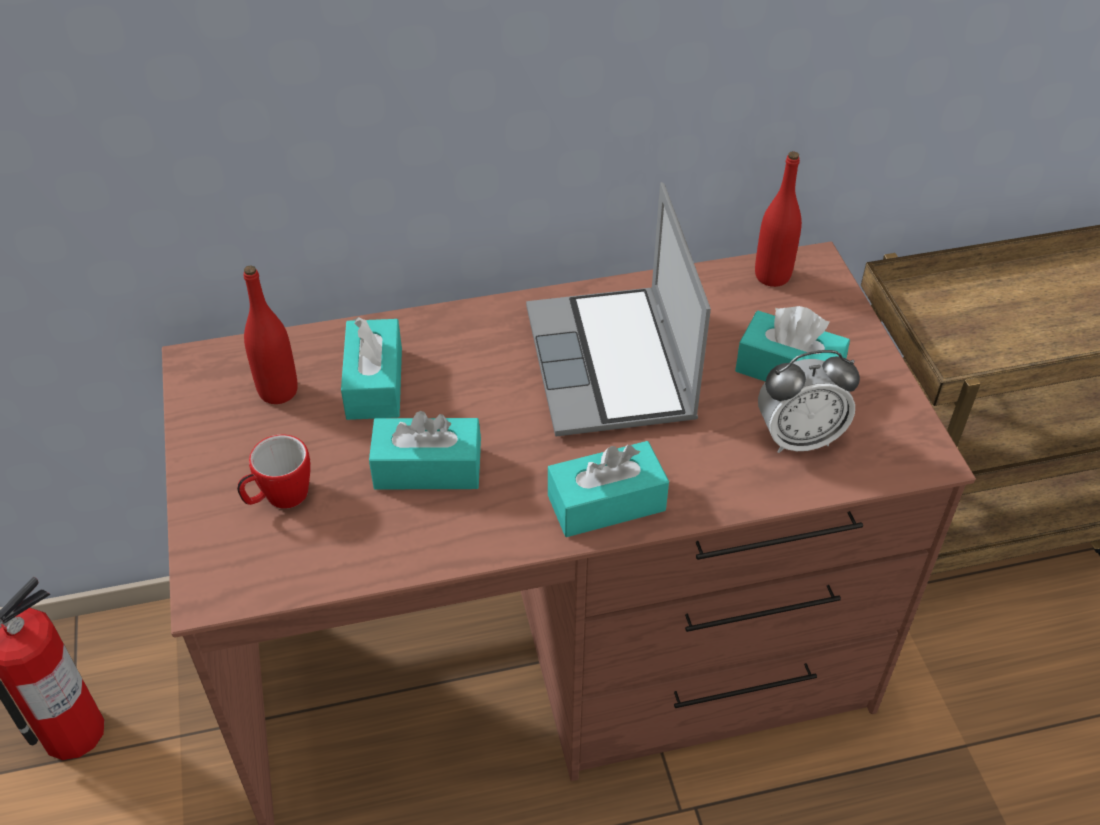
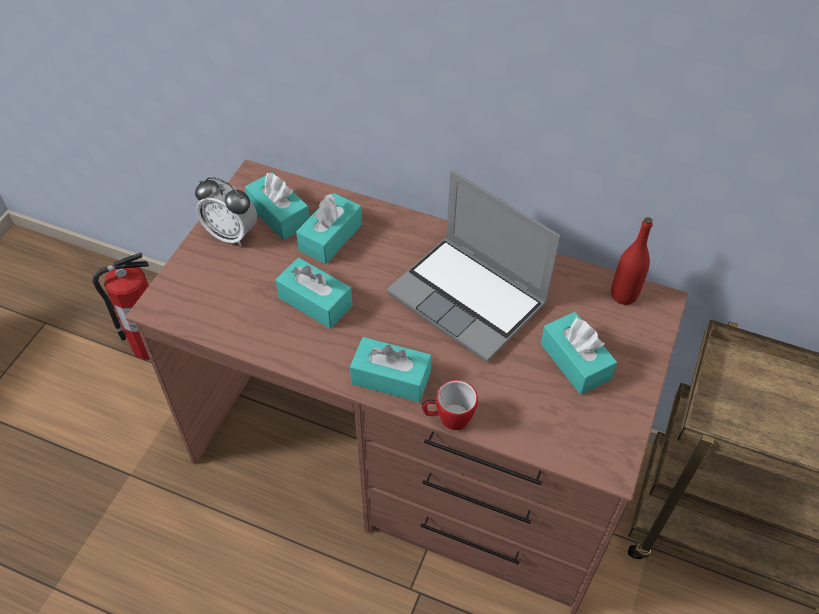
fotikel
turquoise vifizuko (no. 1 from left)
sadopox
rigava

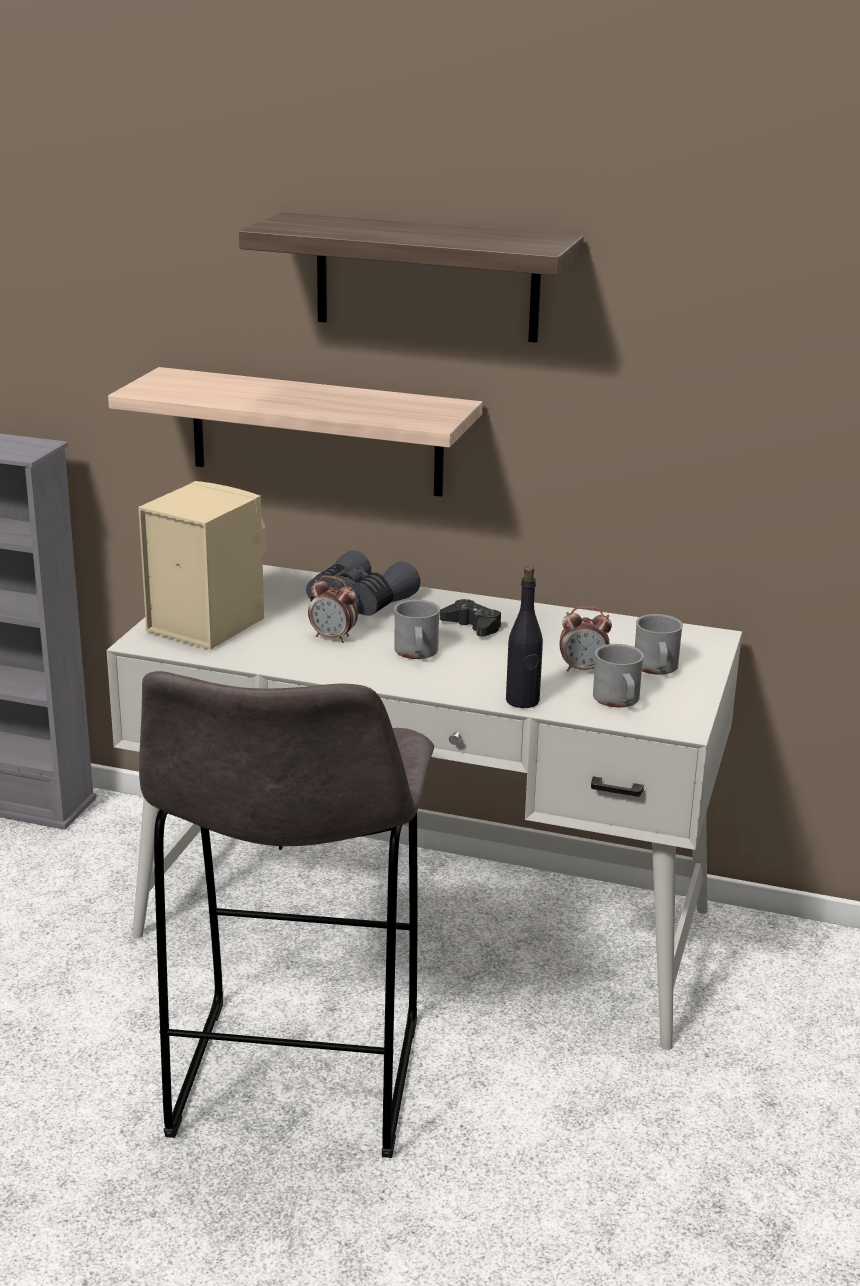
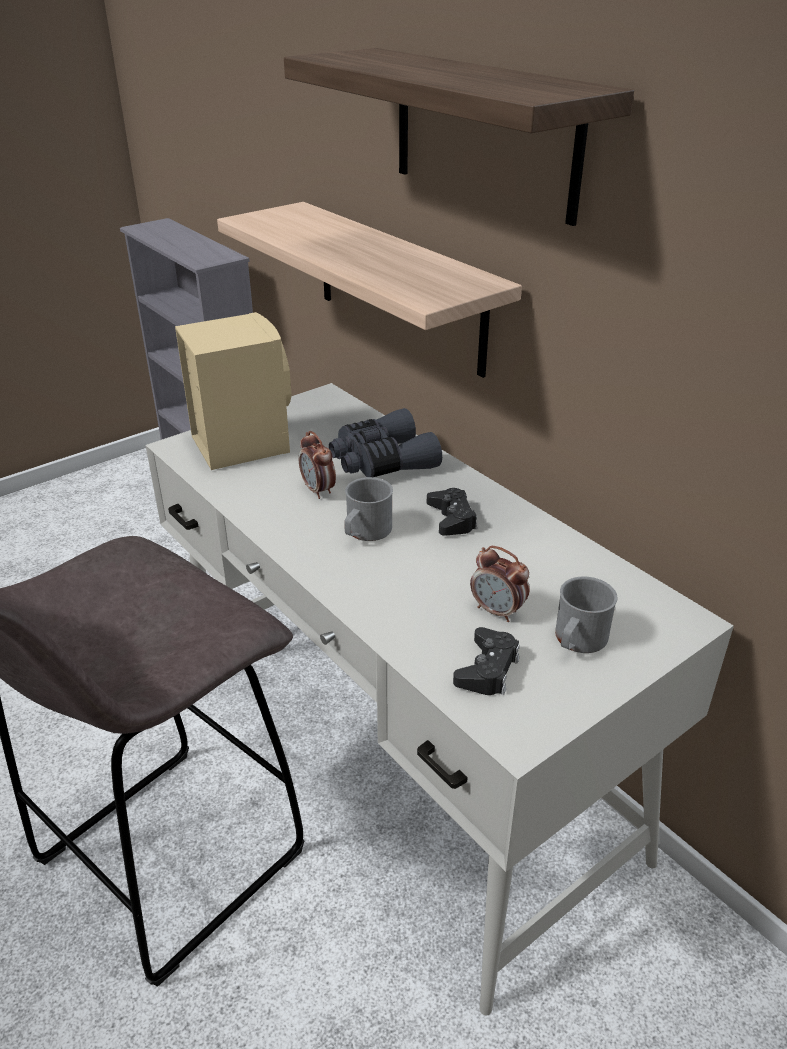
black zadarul (no. 2 from left)
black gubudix

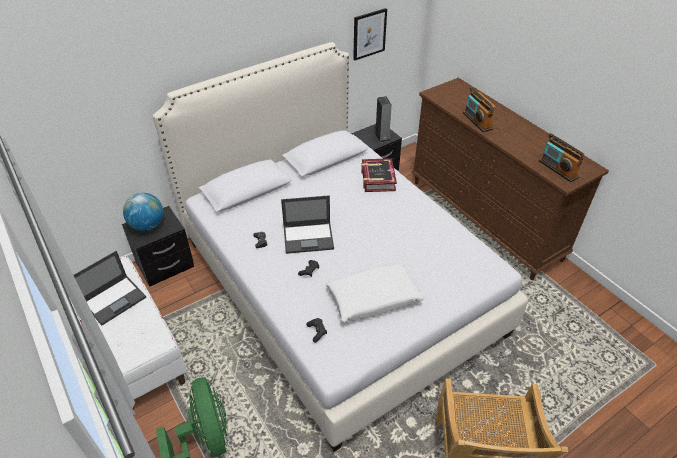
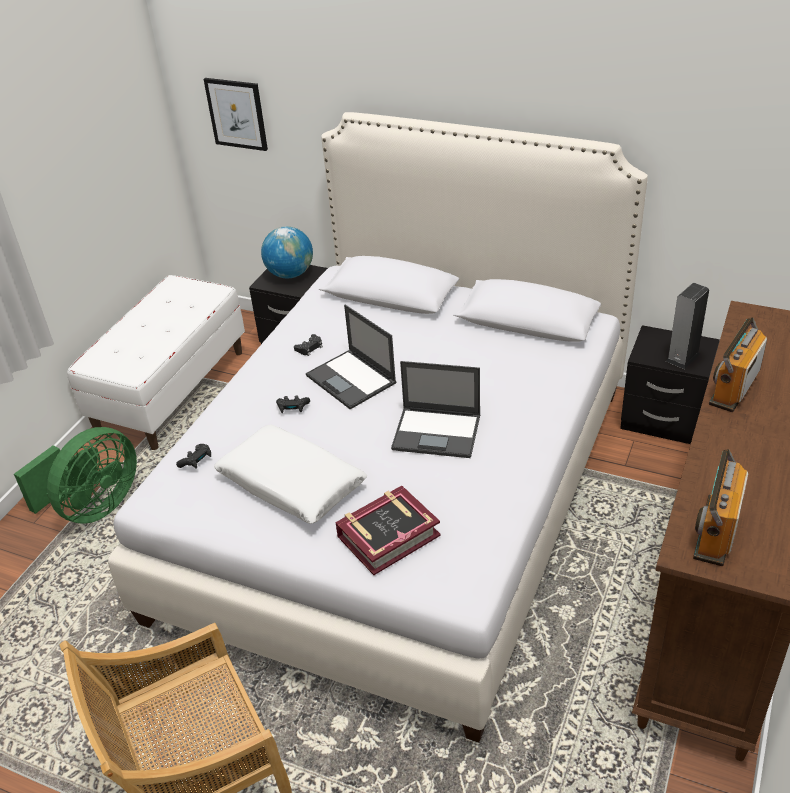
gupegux
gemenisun
sadopox (no. 2 from left)

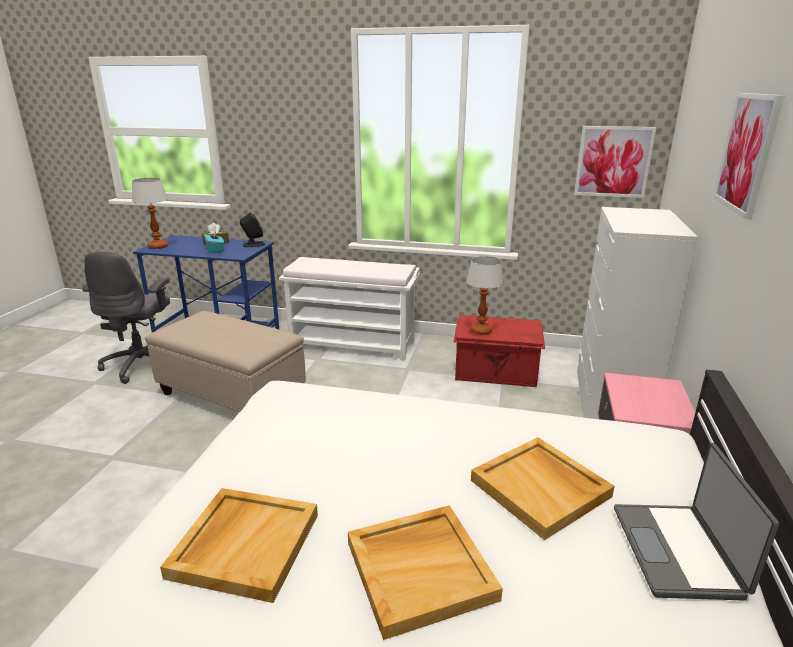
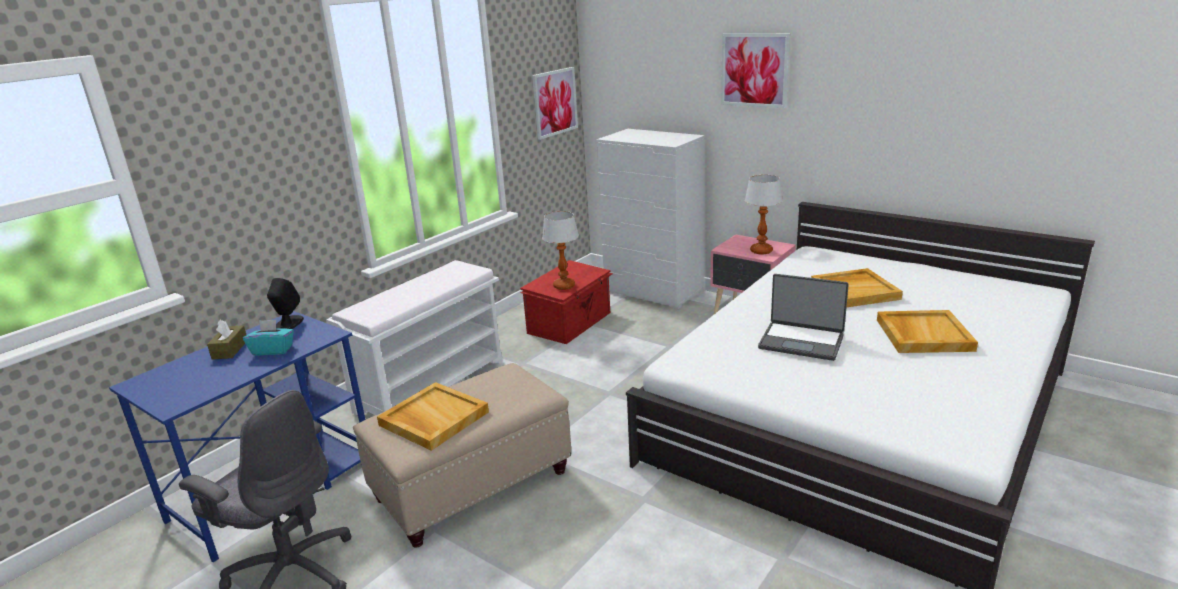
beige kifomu (no. 1 from left)
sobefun (no. 2 from left)
sadopox

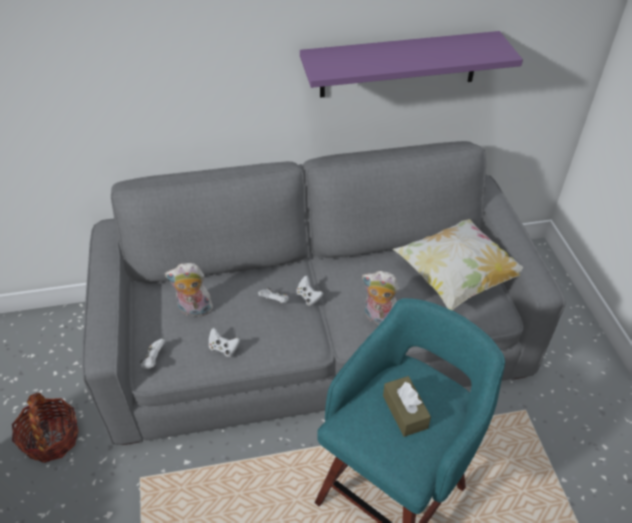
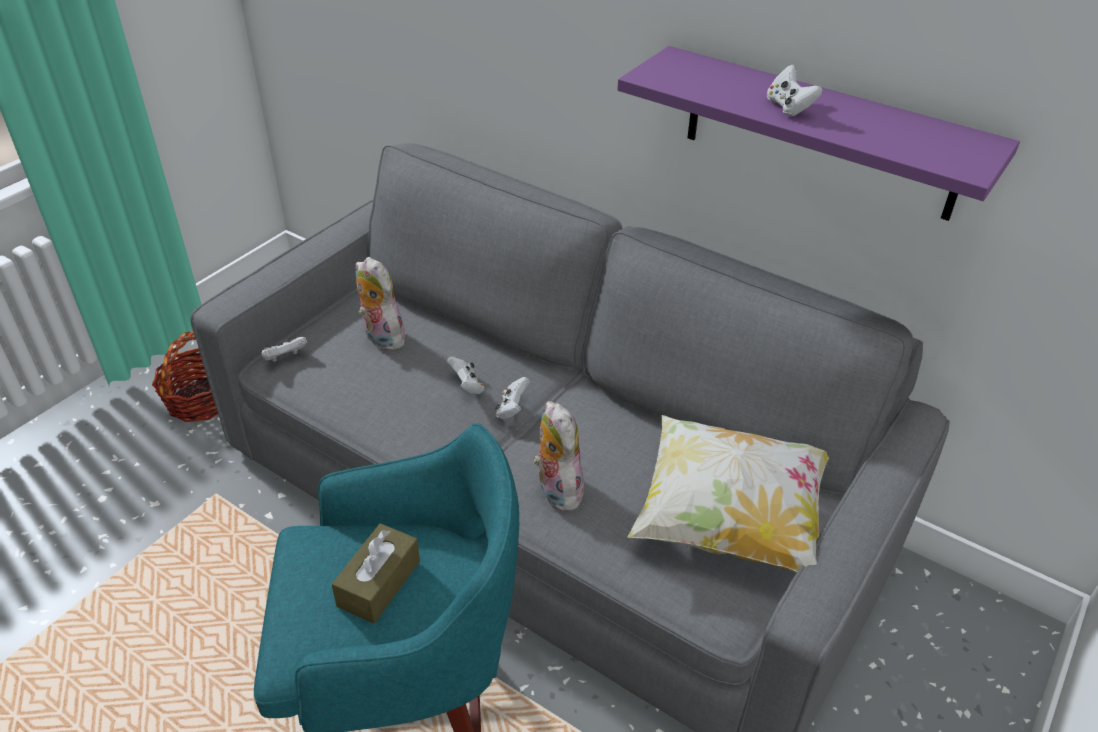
white zadarul (no. 4 from left)

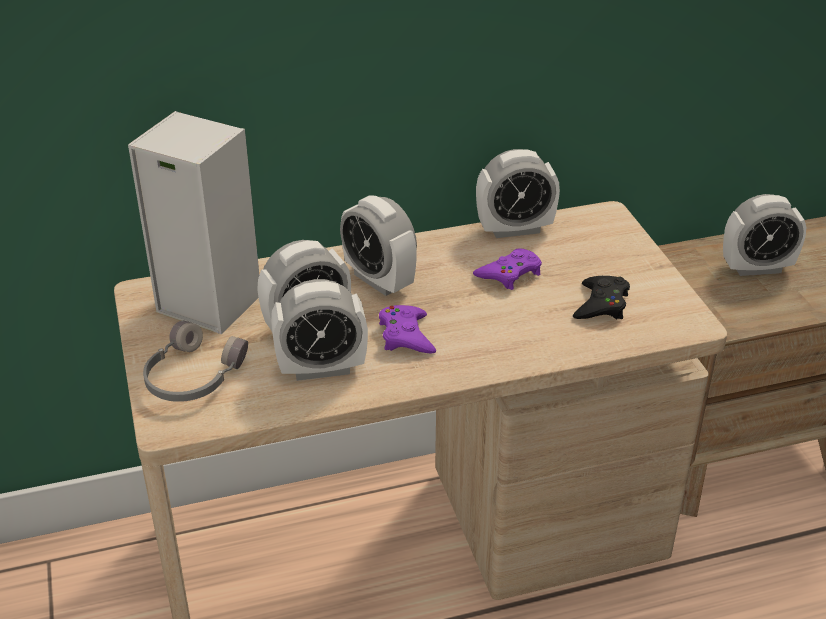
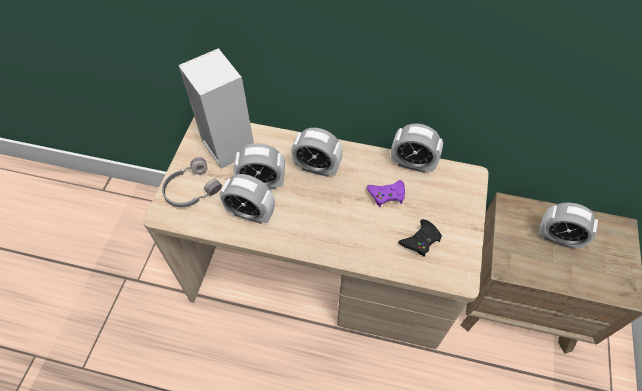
fotikel (no. 3 from left)
purple zadarul (no. 1 from left in the first image)

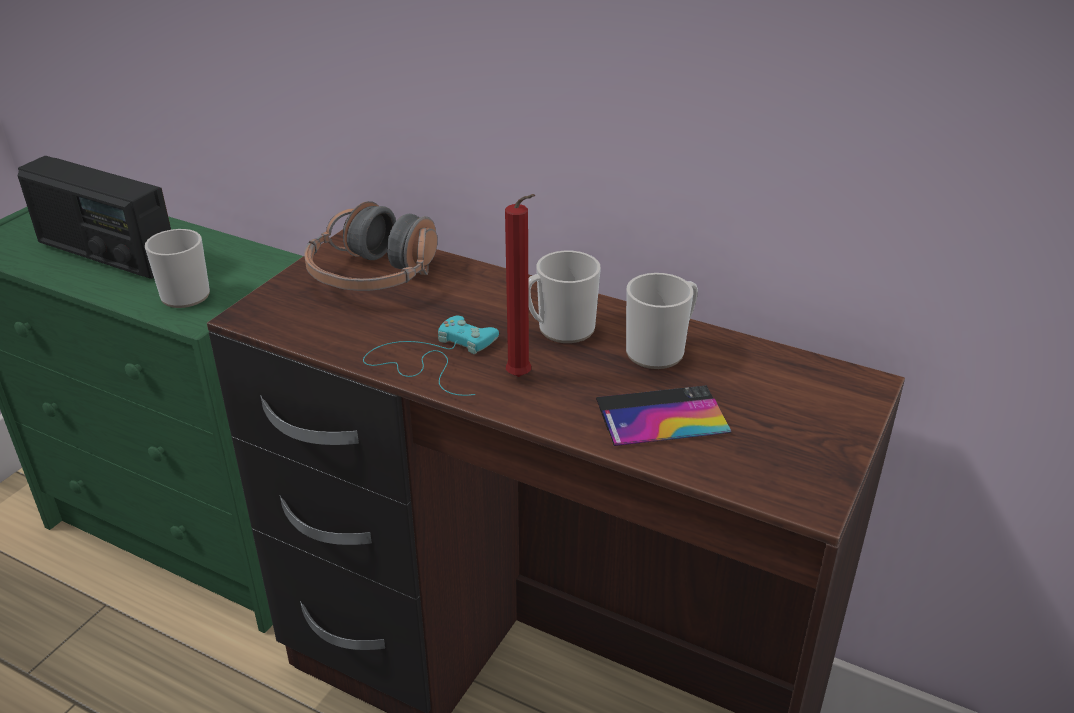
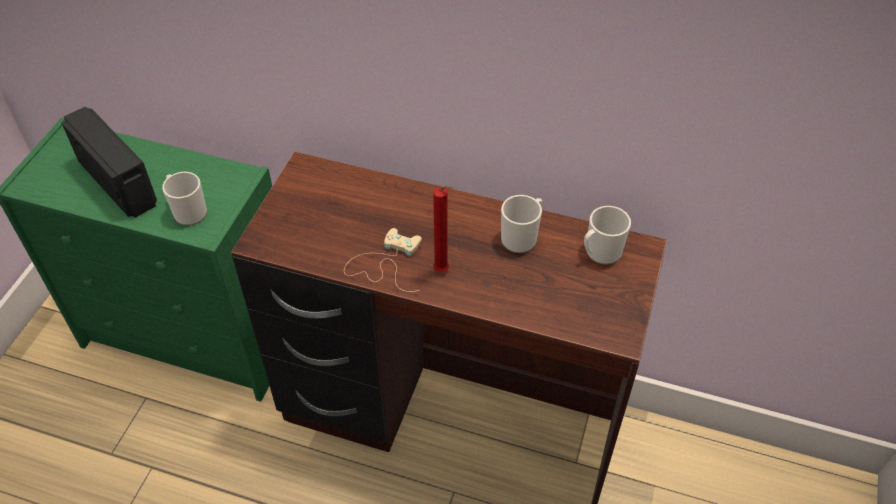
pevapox
beige zadarul
rigava (no. 3 from left)
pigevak
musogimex

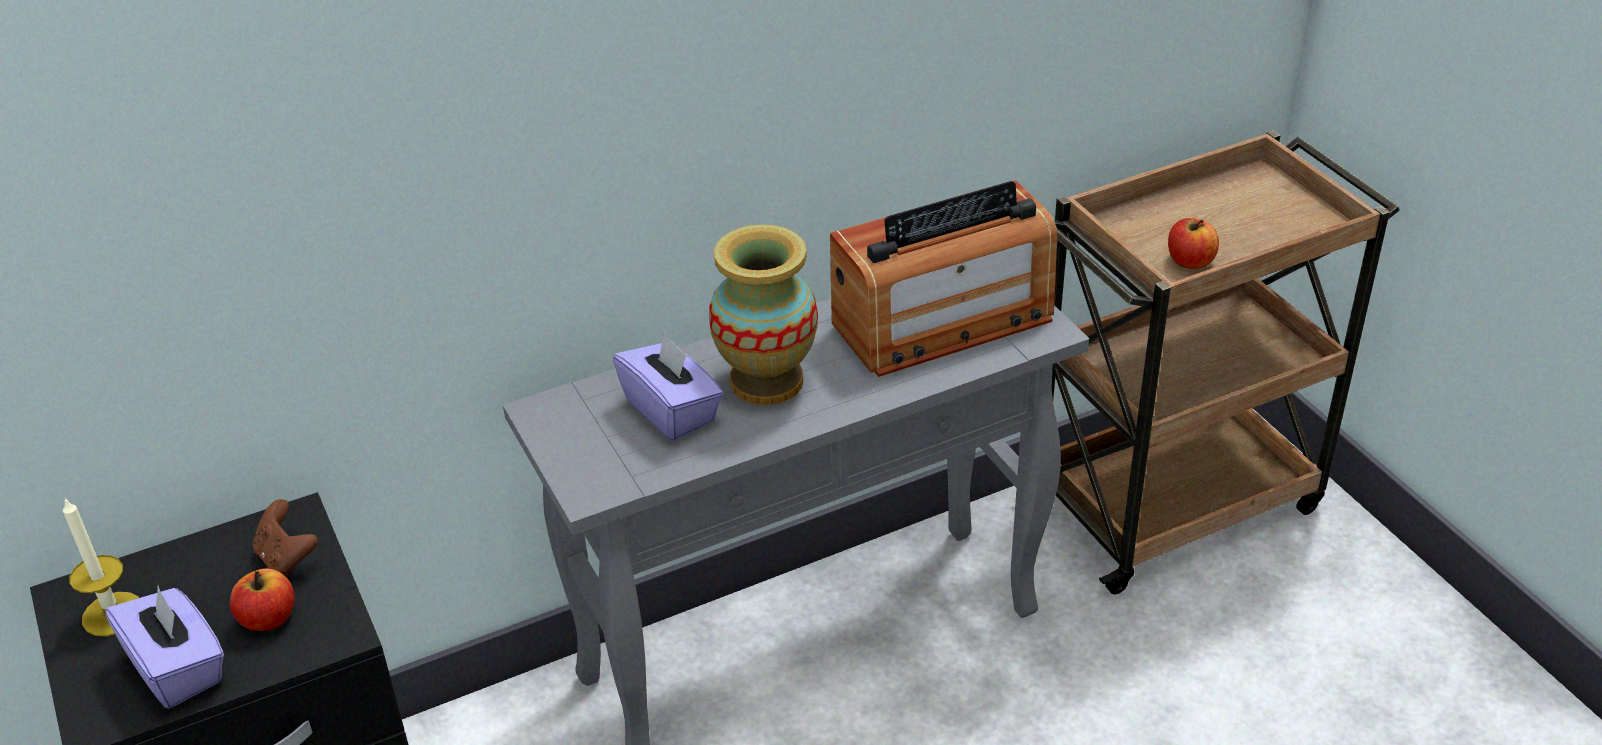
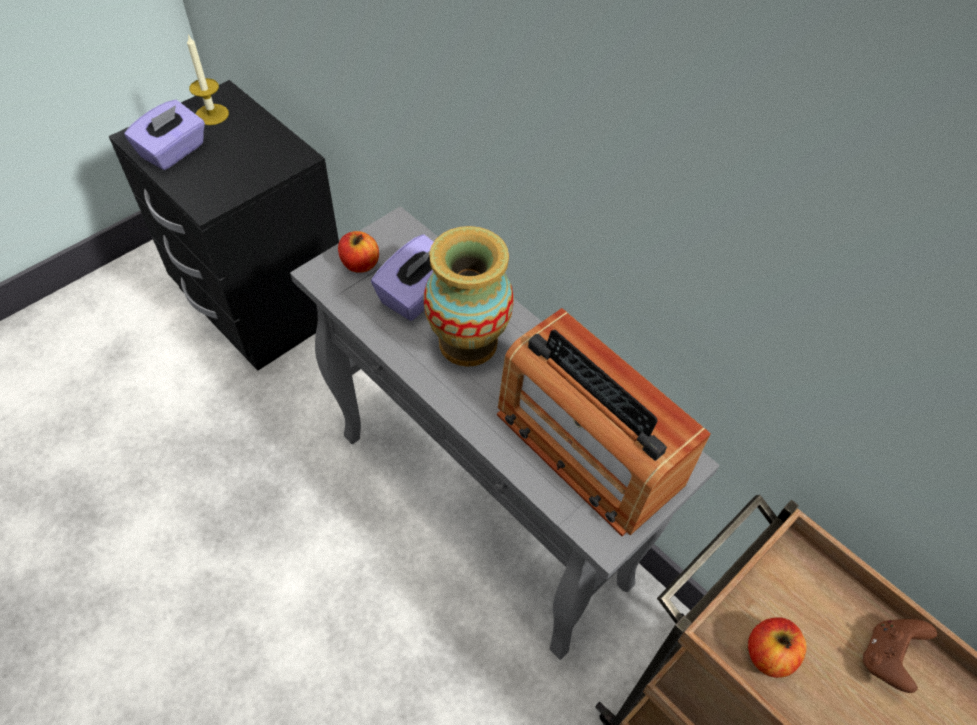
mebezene (no. 1 from left)
brown zadarul

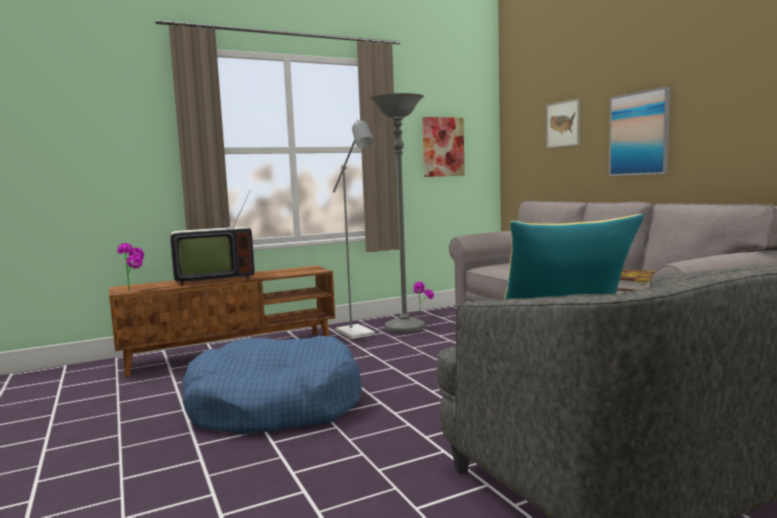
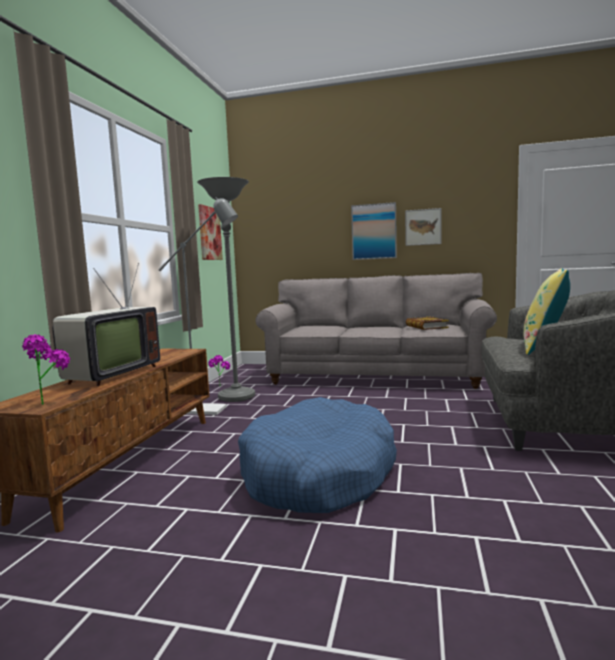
gupegux (no. 3 from left)

